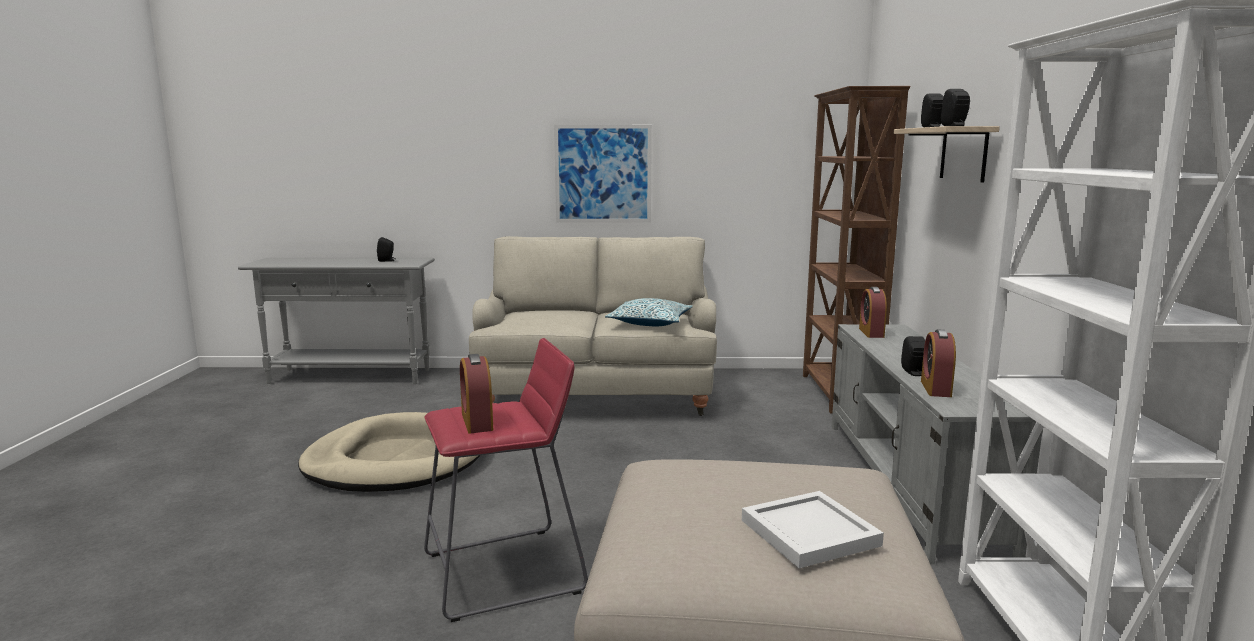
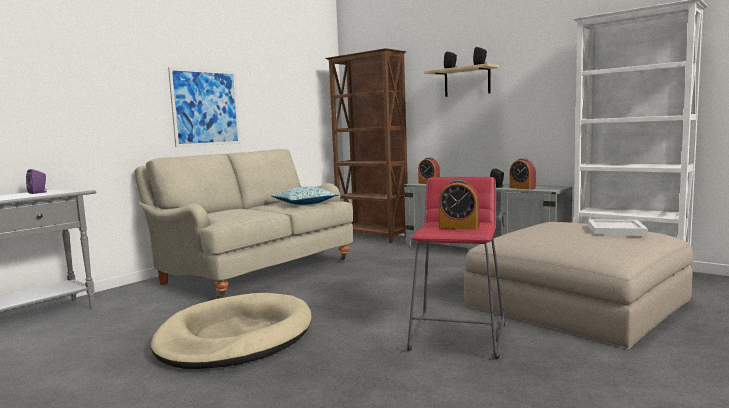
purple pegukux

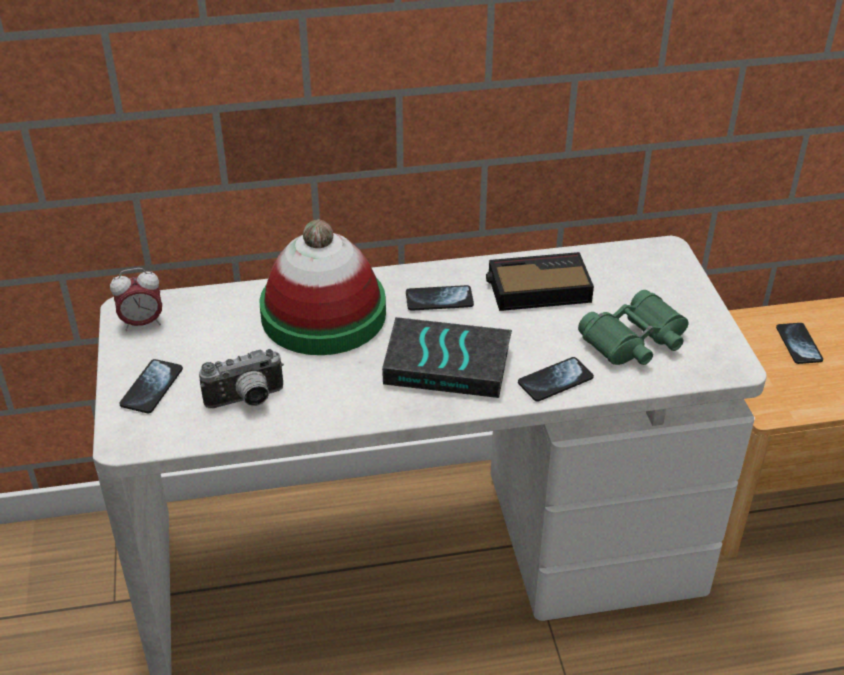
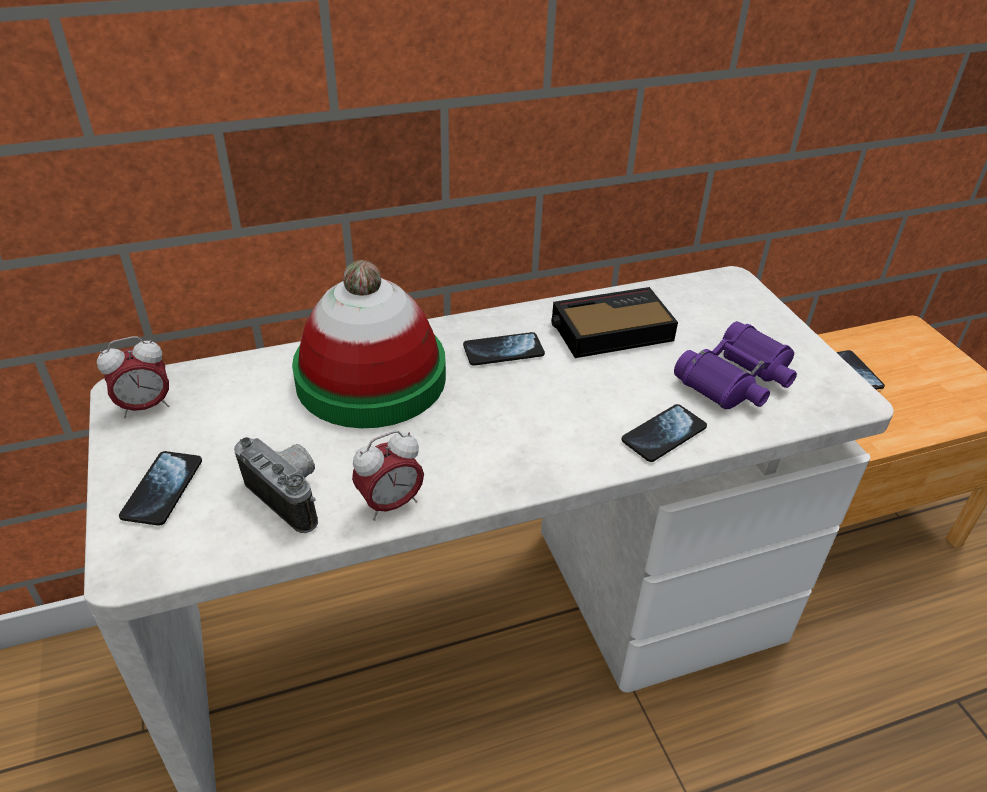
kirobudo
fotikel (no. 2 from left)
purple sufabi
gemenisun

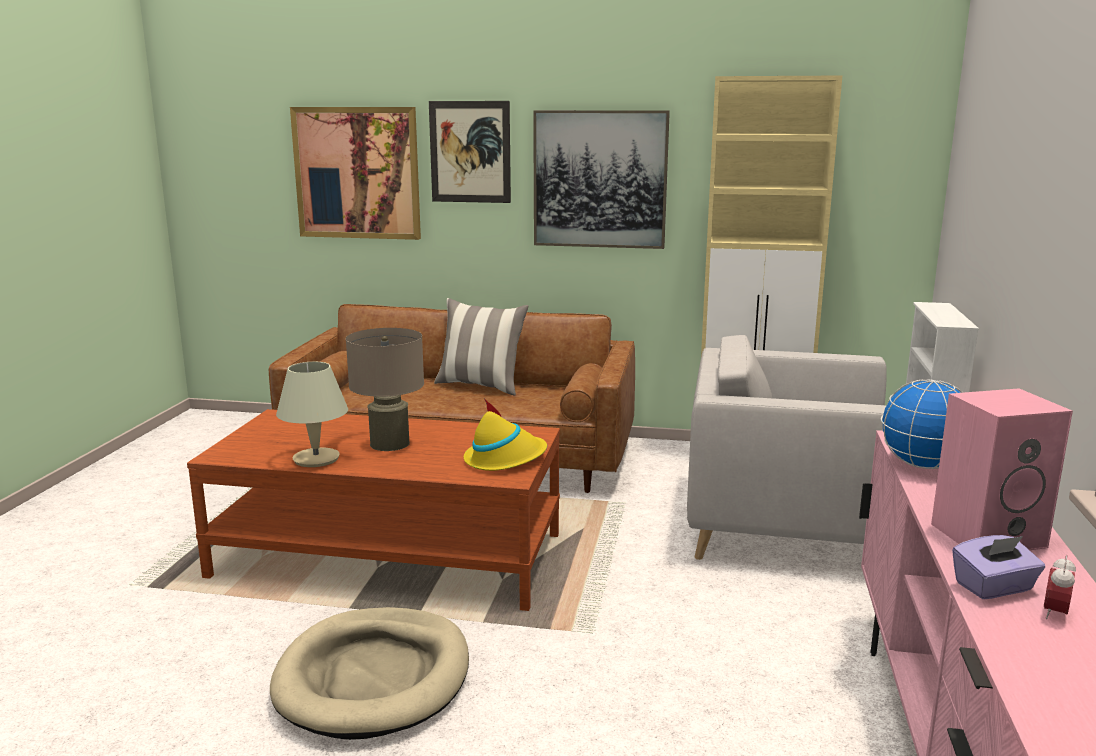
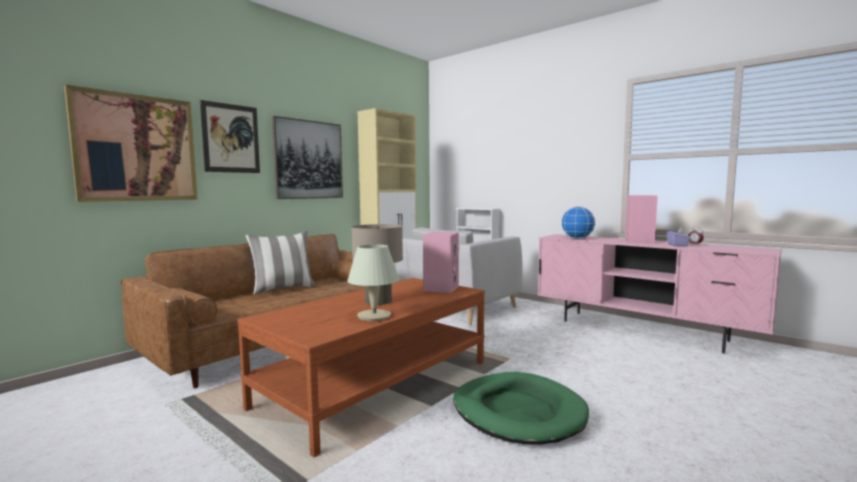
pink pegukux (no. 1 from left)
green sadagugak

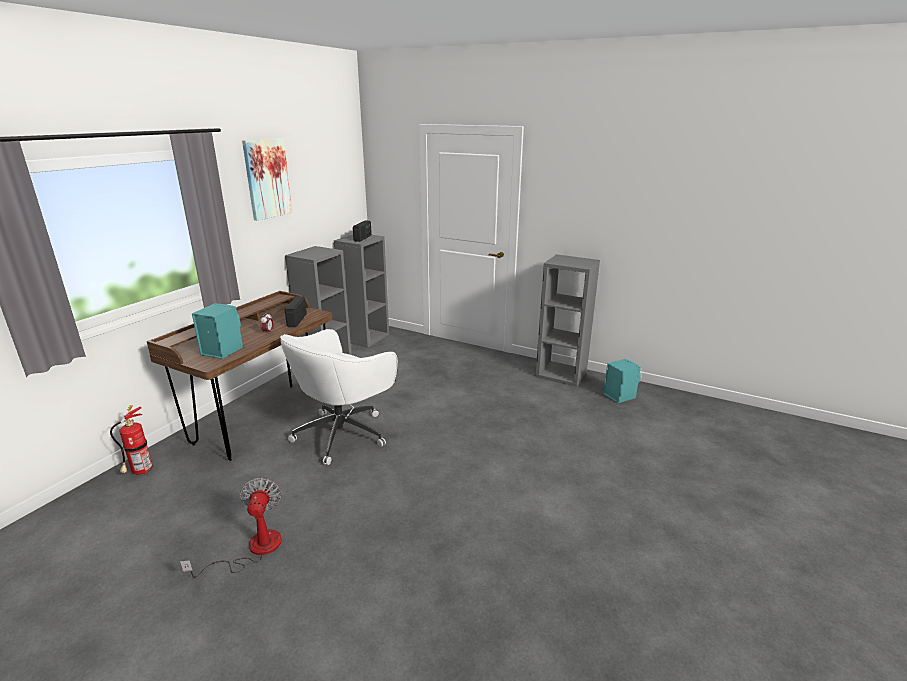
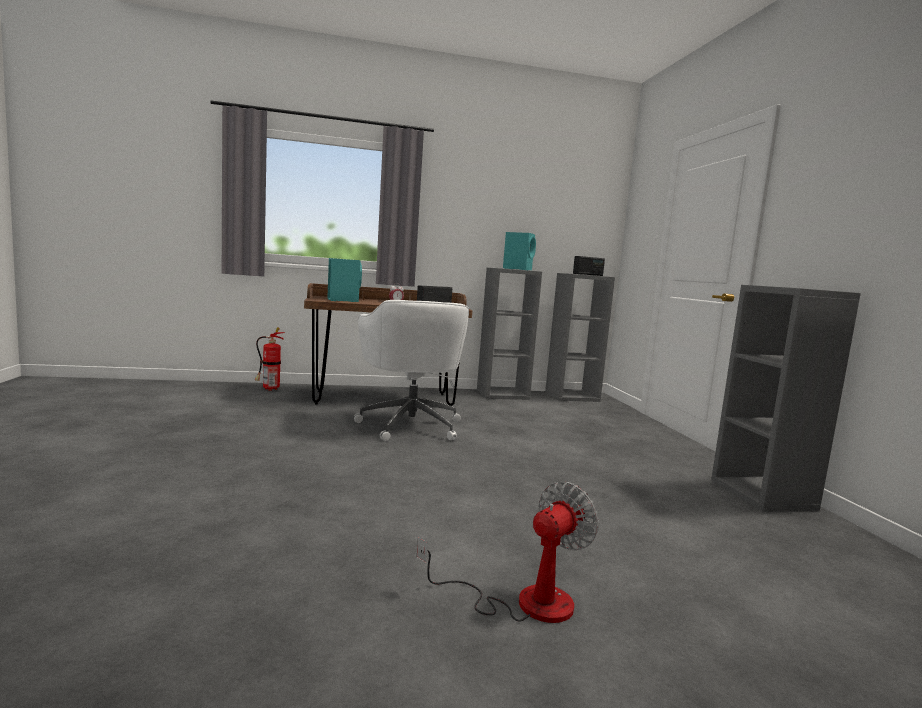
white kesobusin
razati
turquoise pegukux (no. 2 from left)
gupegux

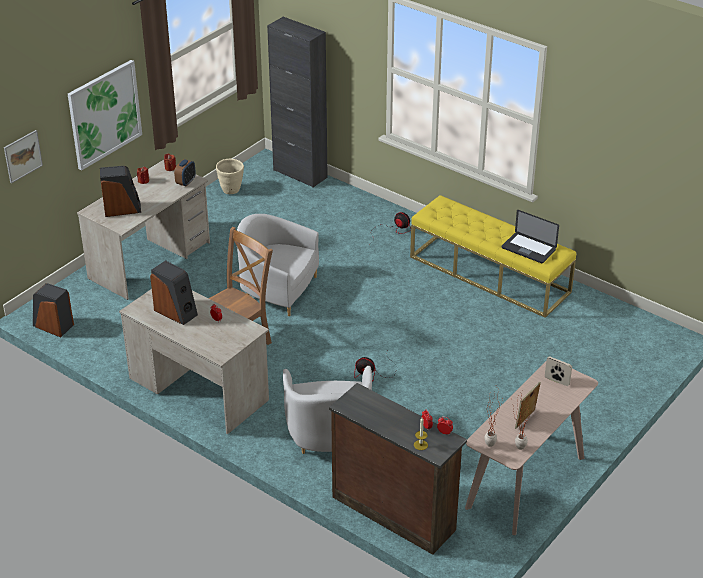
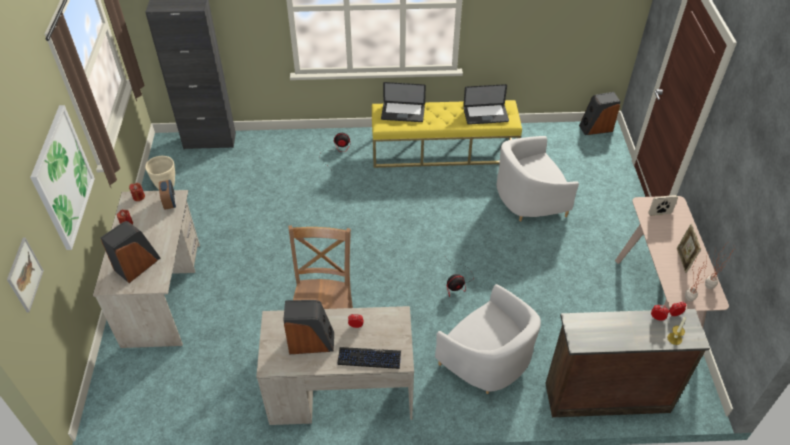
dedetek
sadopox (no. 1 from left)
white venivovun (no. 2 from left)
pegukux (no. 3 from left)

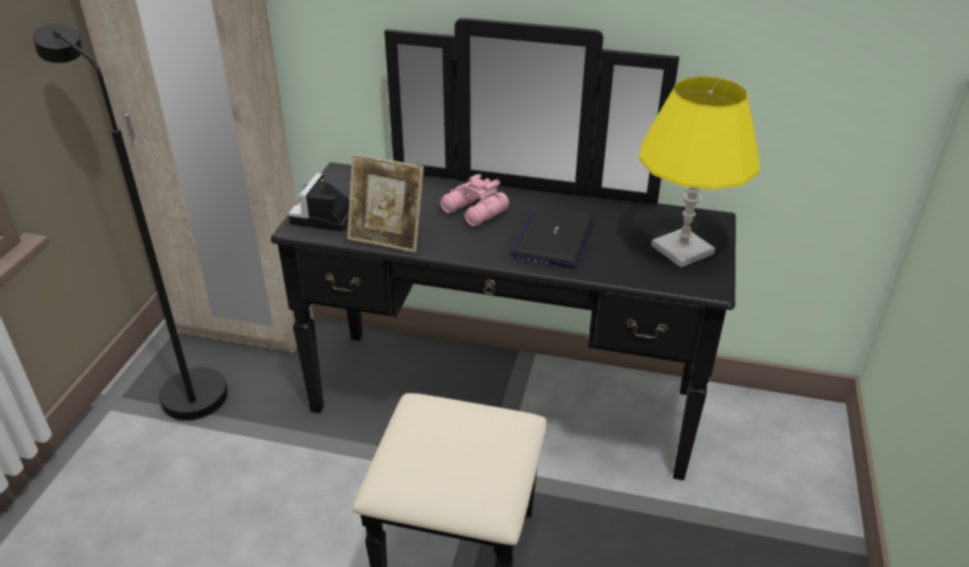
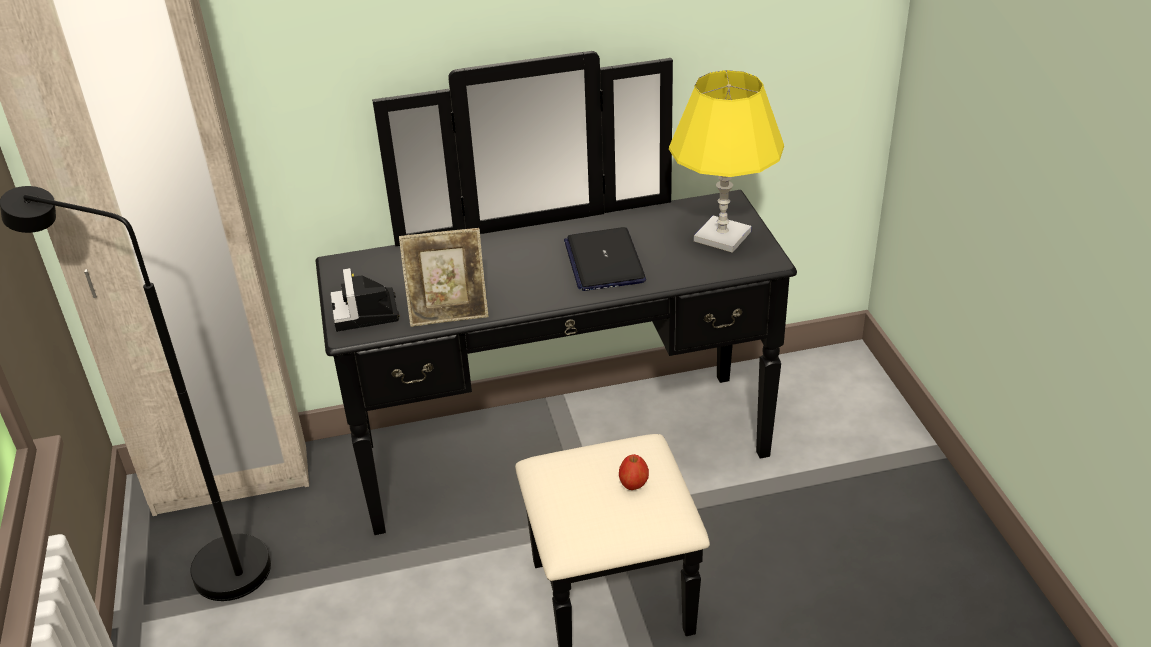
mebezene
pink sufabi

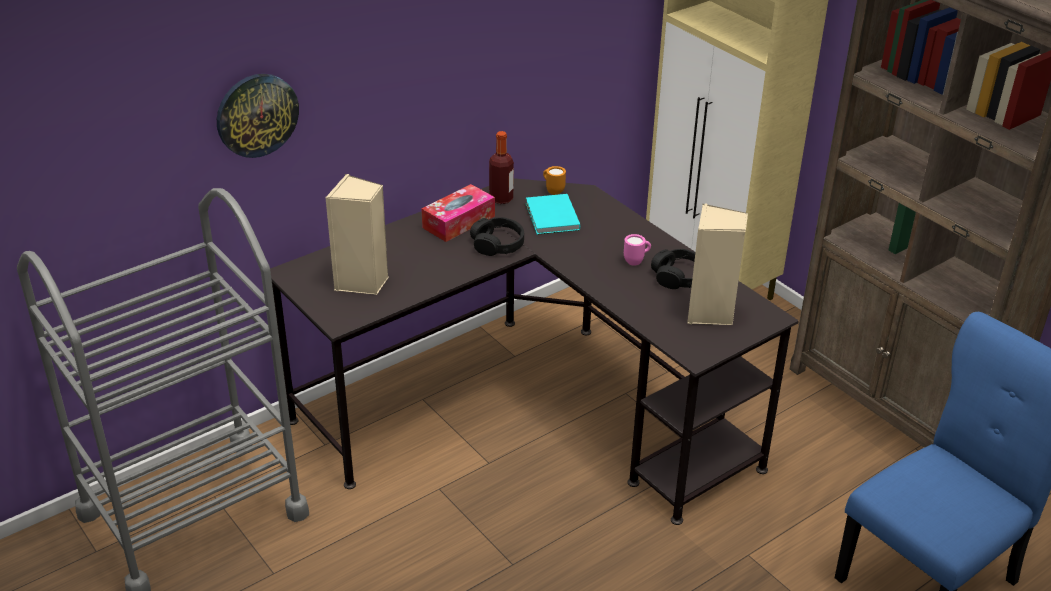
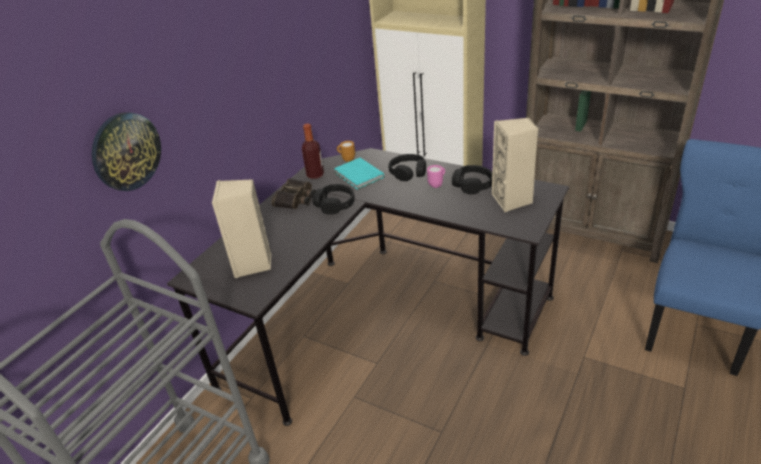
sufabi
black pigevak (no. 2 from left)

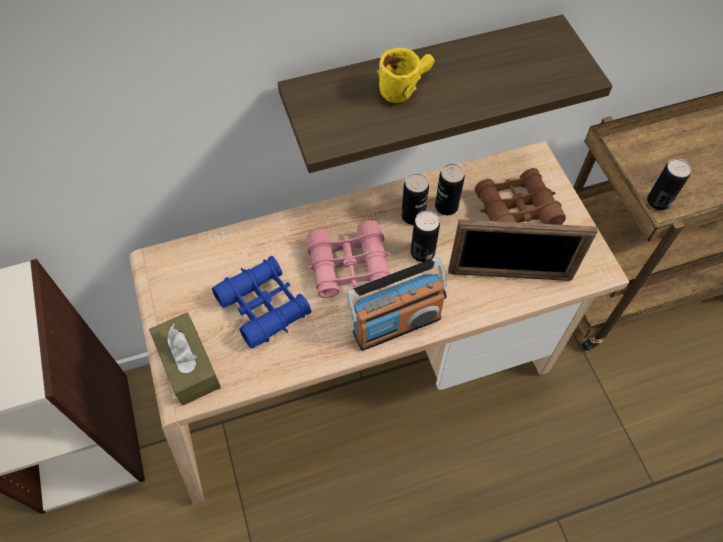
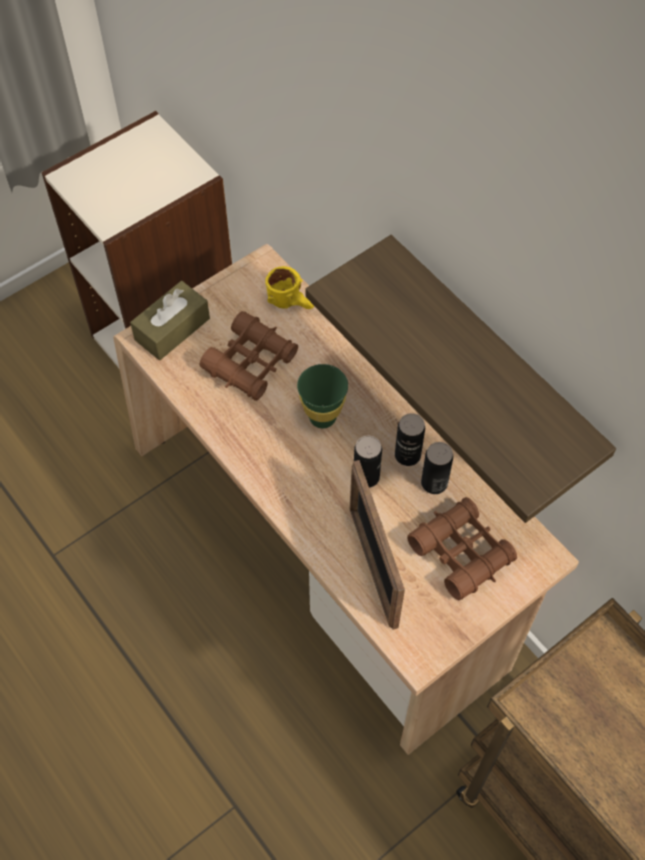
brown sufabi (no. 1 from left)
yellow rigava
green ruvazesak
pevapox
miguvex (no. 4 from left in the first image)

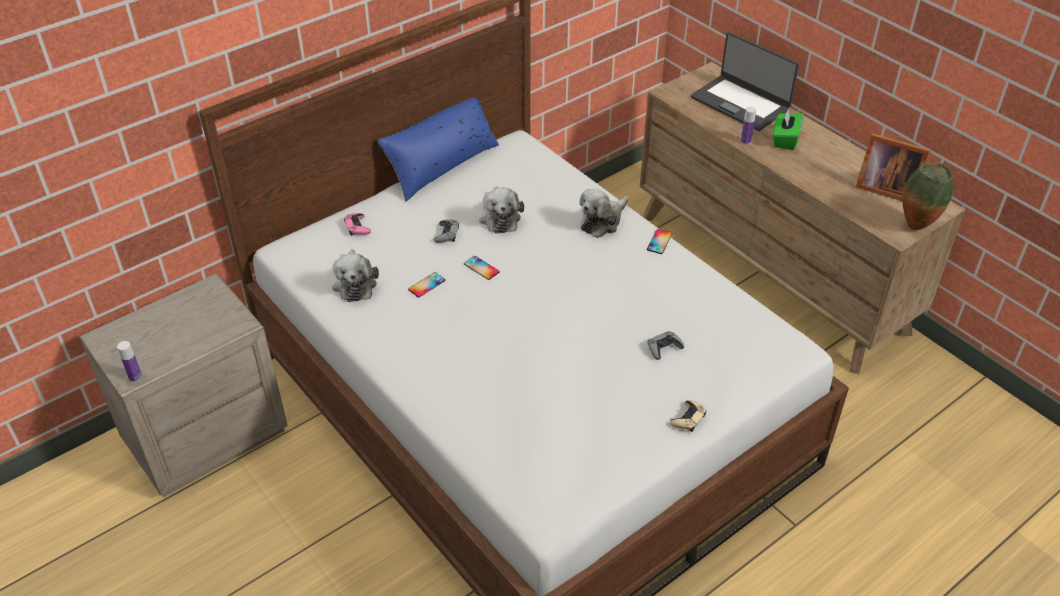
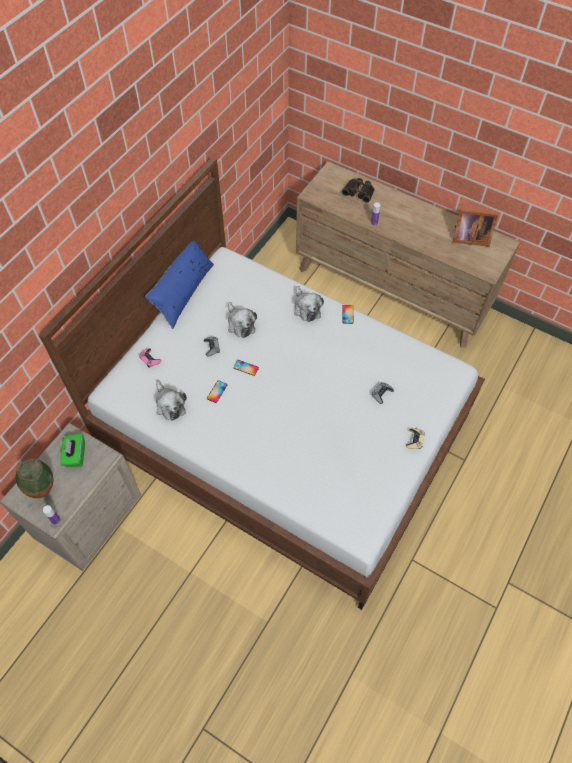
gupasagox
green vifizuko
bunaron (no. 3 from left)
sufabi

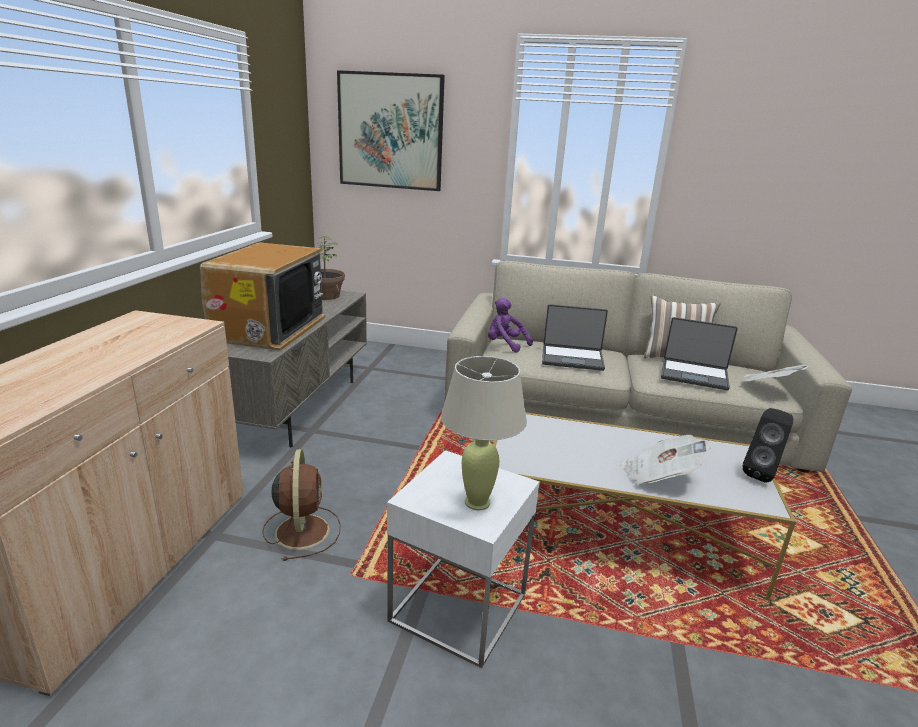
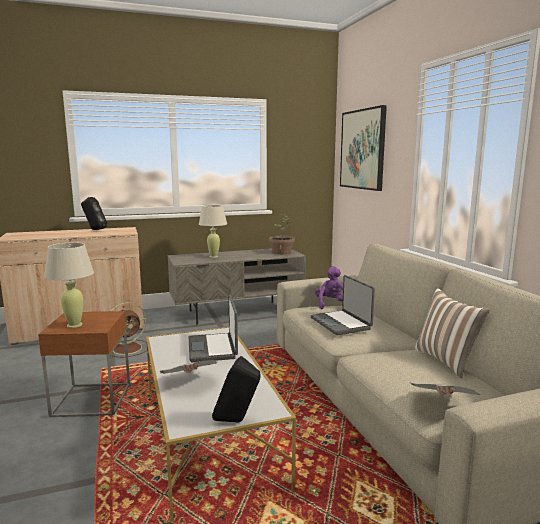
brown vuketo
black pegukux (no. 1 from left)
sadopox (no. 1 from left)
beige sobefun (no. 2 from left)

